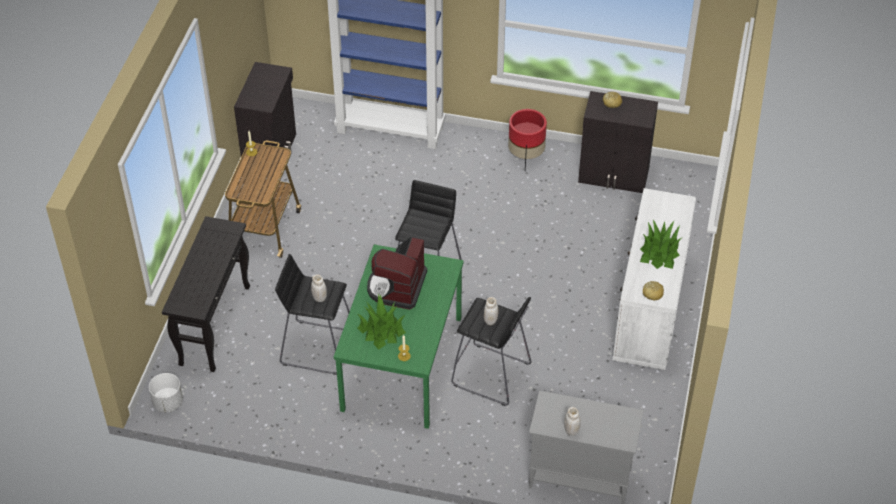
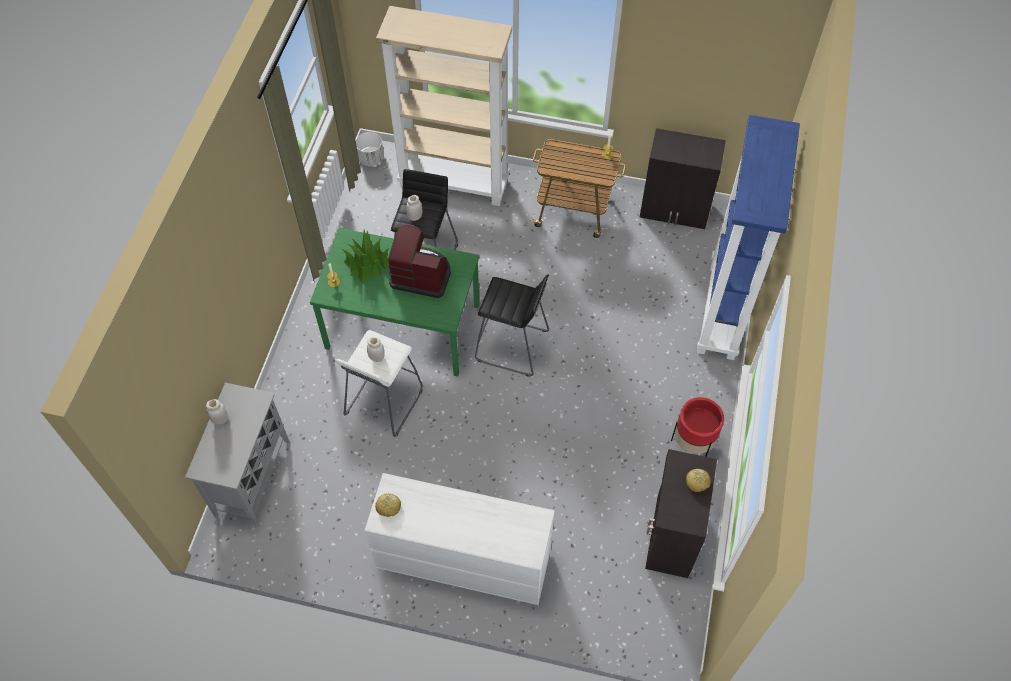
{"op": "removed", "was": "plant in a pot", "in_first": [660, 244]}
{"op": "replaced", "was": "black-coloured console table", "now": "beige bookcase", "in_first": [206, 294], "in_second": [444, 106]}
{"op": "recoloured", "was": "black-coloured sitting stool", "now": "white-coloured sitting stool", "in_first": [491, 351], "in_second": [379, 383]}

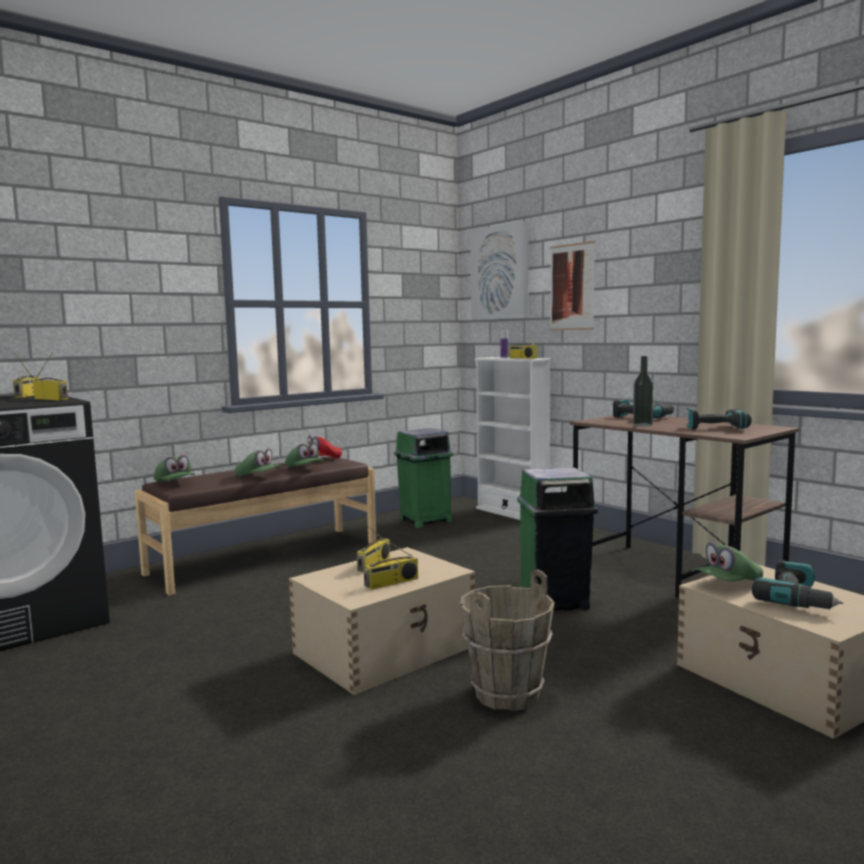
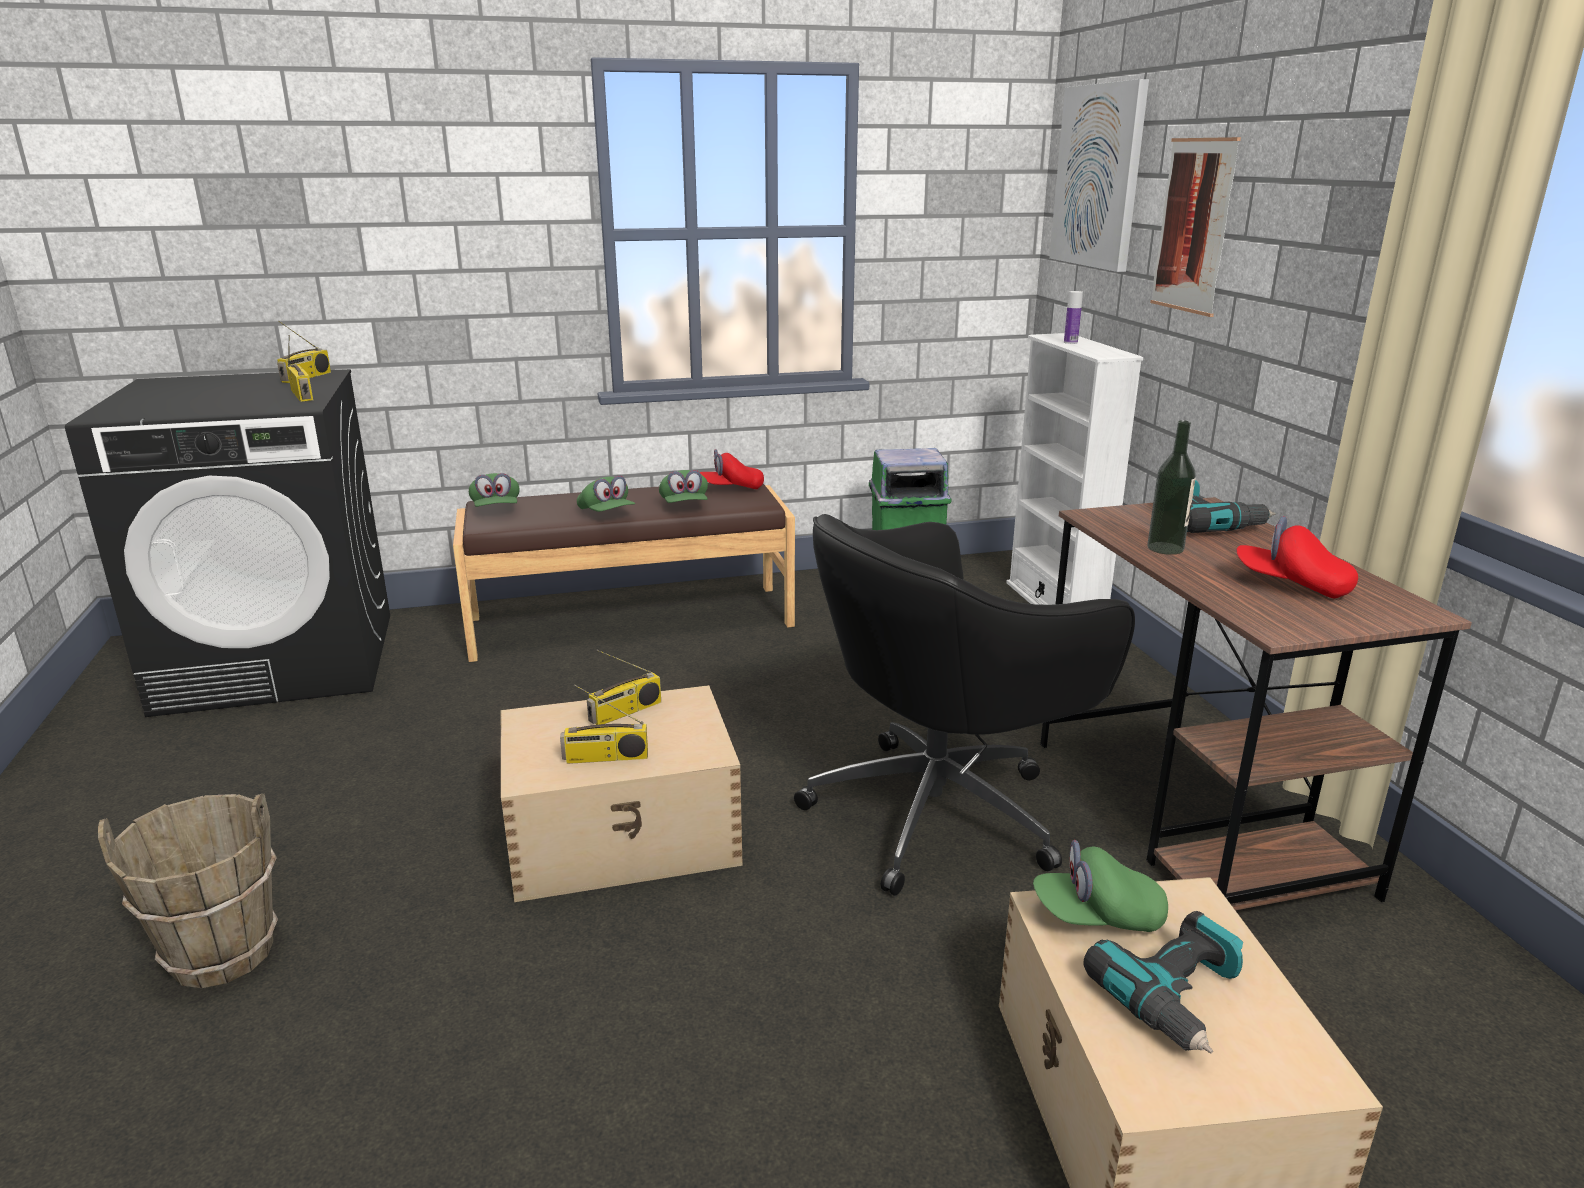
{"op": "removed", "was": "radio set", "in_first": [523, 343]}
{"op": "moved", "was": "brownish pail", "in_first": [507, 640], "in_second": [188, 891]}
{"op": "replaced", "was": "greenish trash can", "now": "black-coloured office chair", "in_first": [557, 539], "in_second": [964, 705]}
{"op": "replaced", "was": "electric drill", "now": "red-coloured baseball cap", "in_first": [719, 418], "in_second": [1297, 557]}

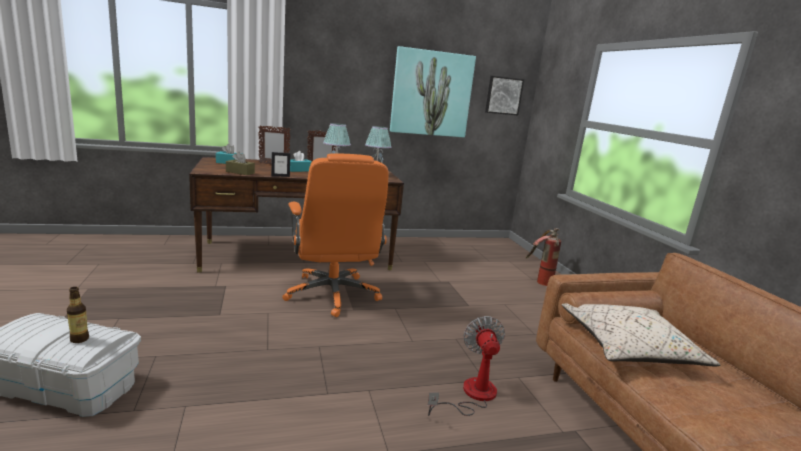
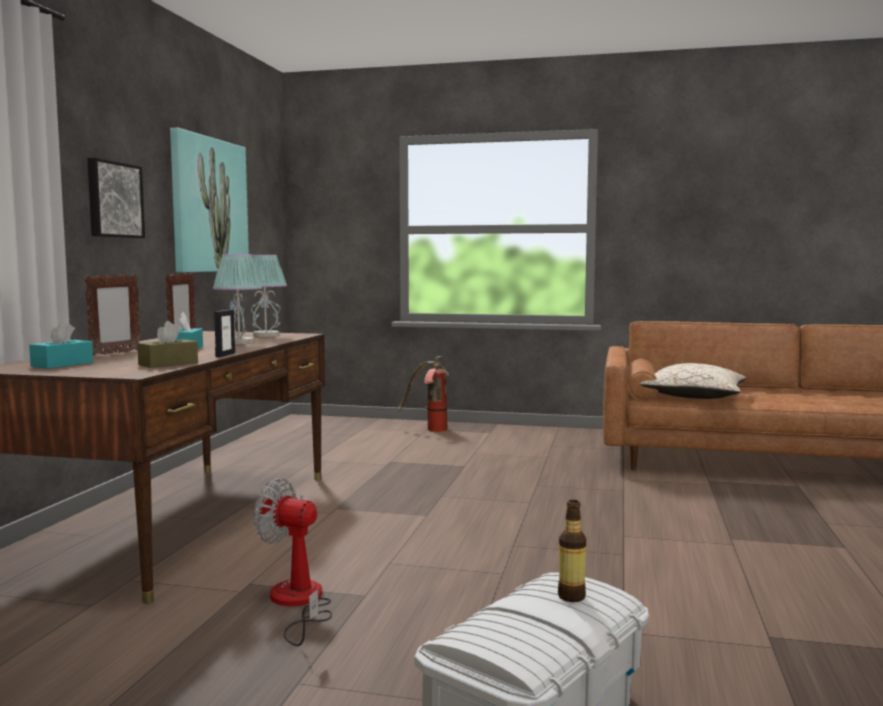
{"op": "removed", "was": "orange-coloured office chair", "in_first": [335, 235]}
{"op": "moved", "was": "fan", "in_first": [466, 366], "in_second": [293, 562]}
{"op": "moved", "was": "wall art", "in_first": [504, 95], "in_second": [116, 198]}

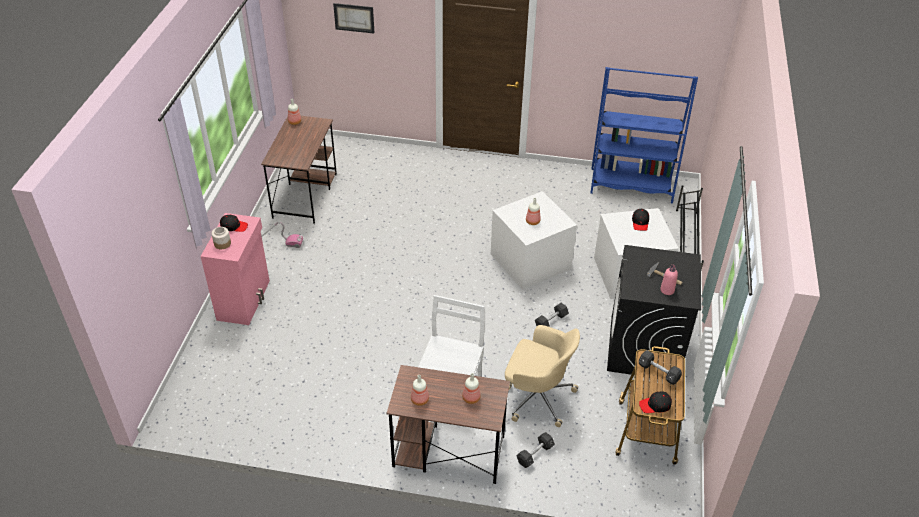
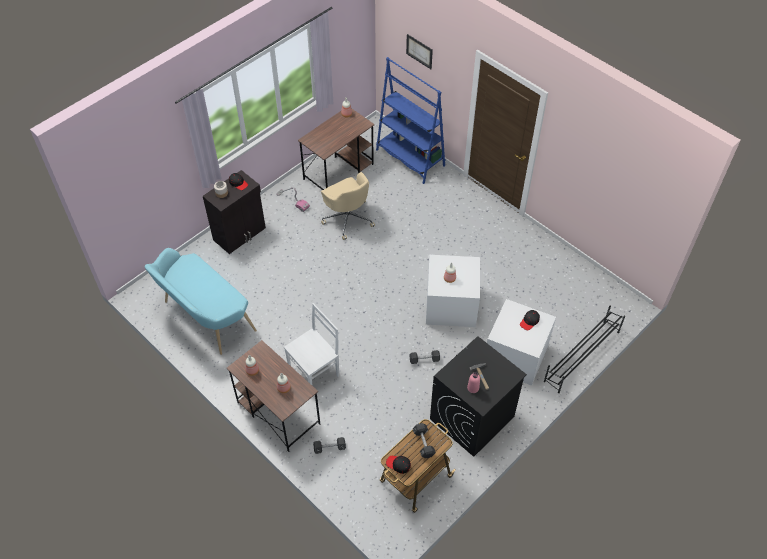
{"op": "added", "now": "turquoise indoor bench", "in_second": [201, 301]}
{"op": "moved", "was": "beige office chair", "in_first": [542, 376], "in_second": [348, 206]}
{"op": "moved", "was": "blue-coloured bookcase", "in_first": [644, 135], "in_second": [410, 120]}
{"op": "recoloured", "was": "pink cabinet", "now": "black-coloured cabinet", "in_first": [235, 269], "in_second": [234, 212]}

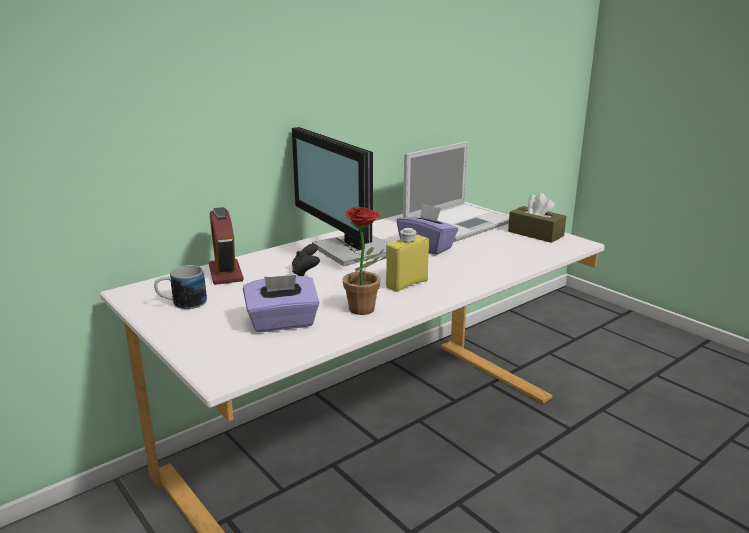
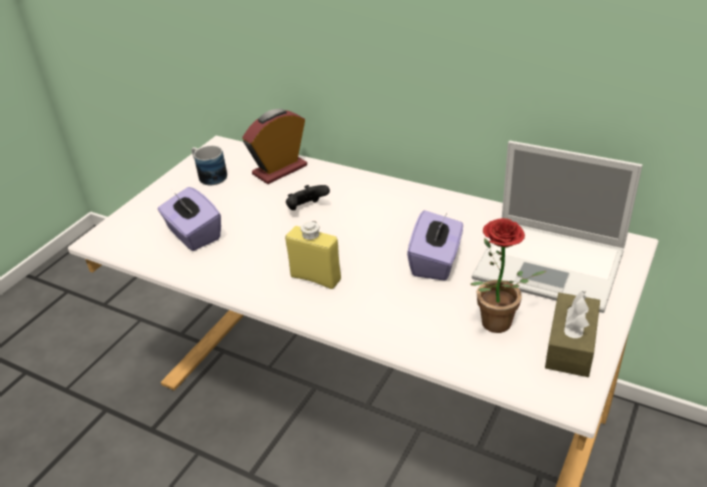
{"op": "removed", "was": "computer display", "in_first": [339, 196]}
{"op": "moved", "was": "plant in a pot", "in_first": [363, 261], "in_second": [508, 275]}

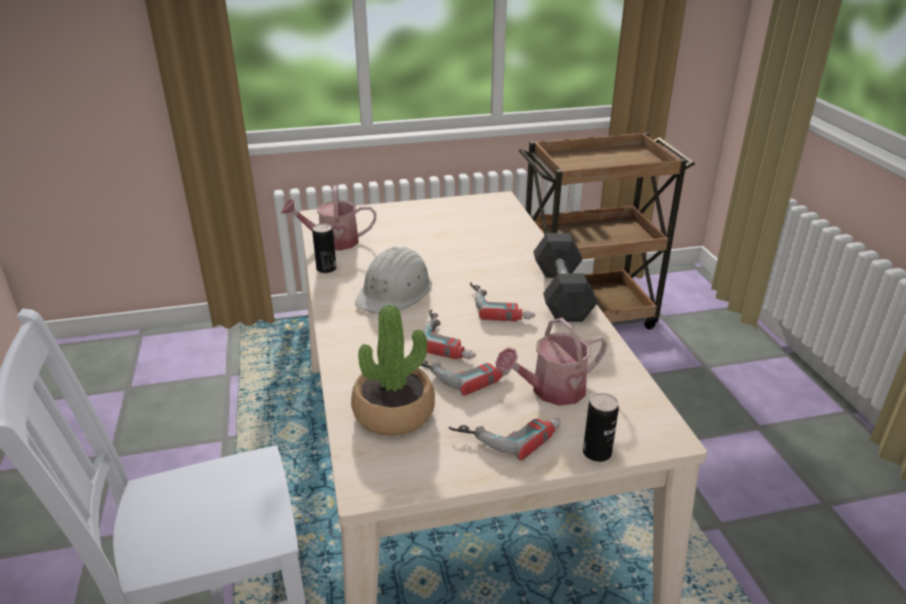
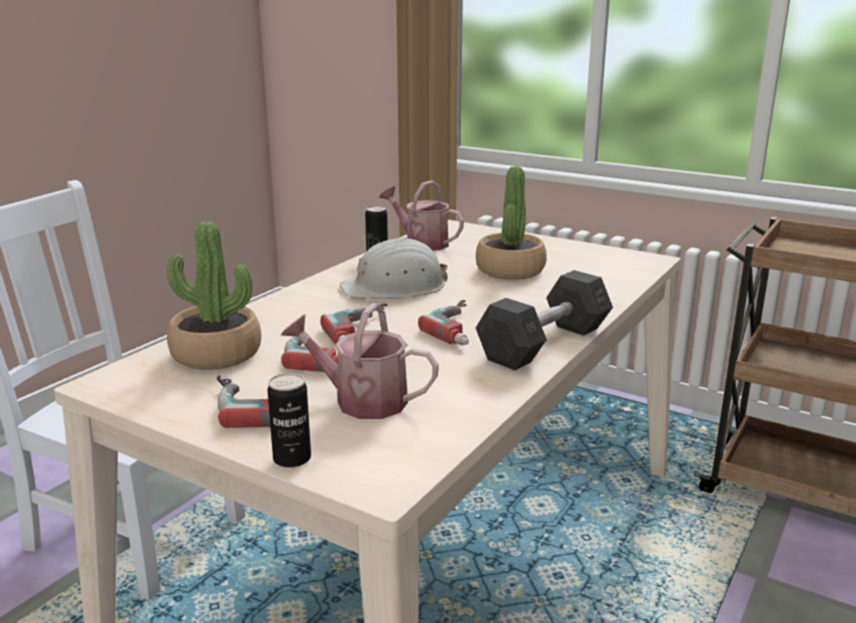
{"op": "added", "now": "plant in a pot", "in_second": [511, 223]}

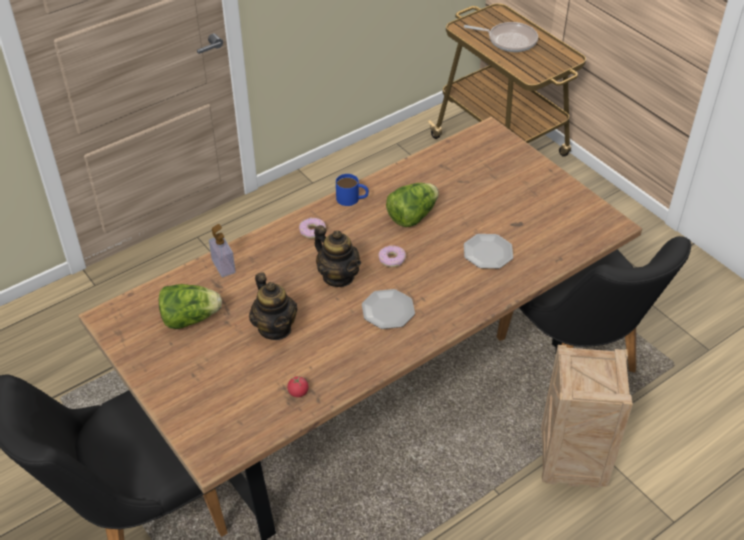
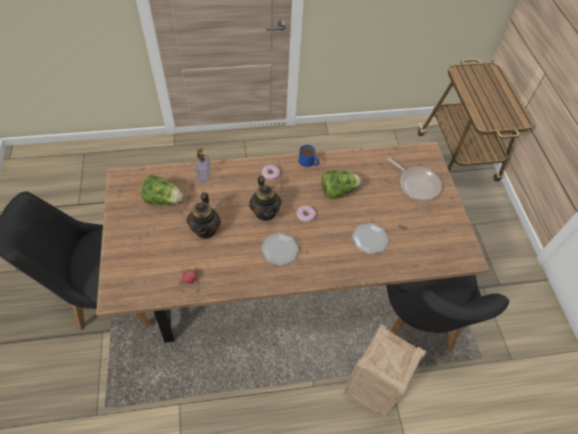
{"op": "moved", "was": "skillet", "in_first": [501, 37], "in_second": [414, 179]}

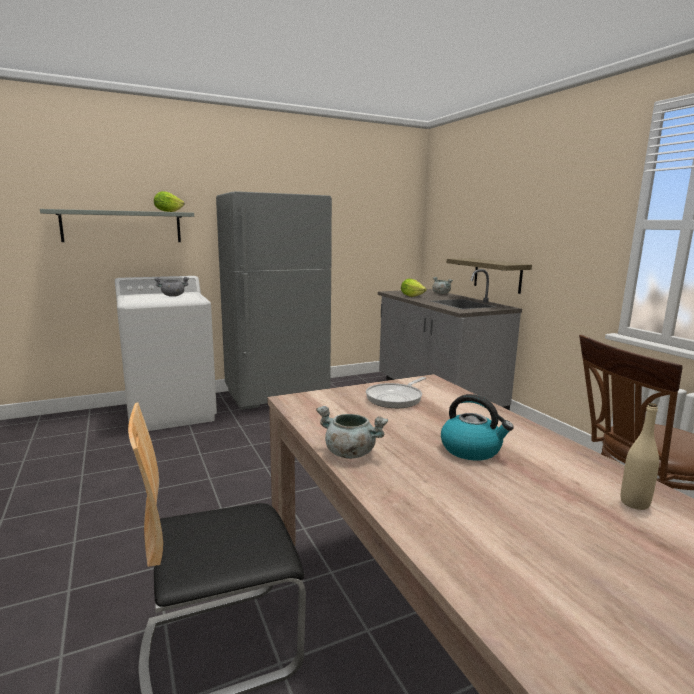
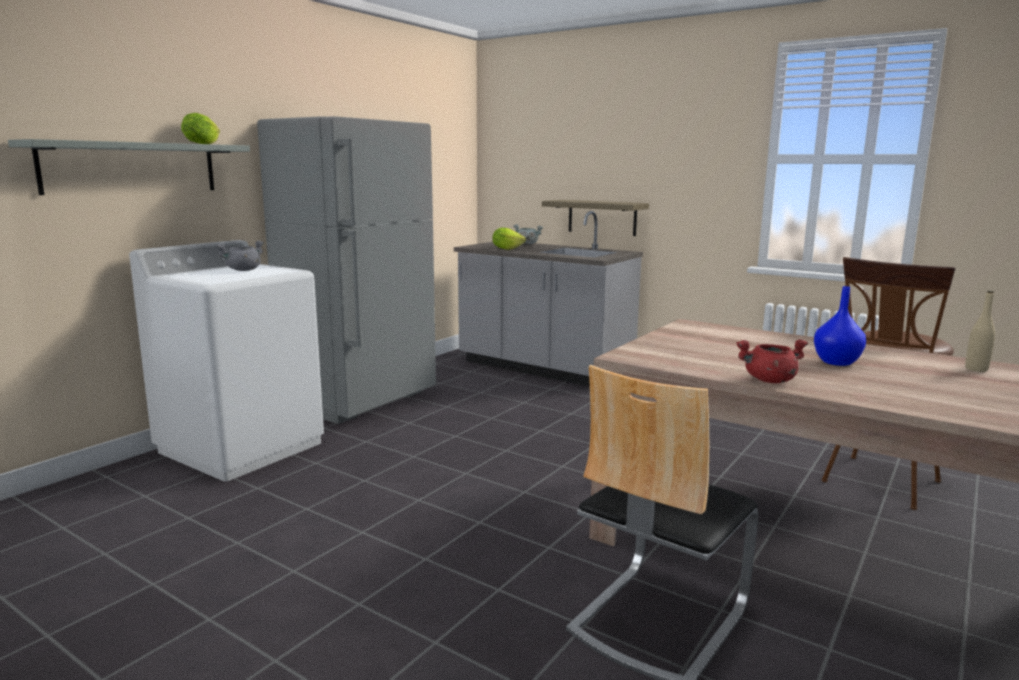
{"op": "removed", "was": "skillet", "in_first": [396, 392]}
{"op": "replaced", "was": "tea kettle", "now": "blue-coloured flower vase", "in_first": [477, 427], "in_second": [840, 326]}
{"op": "recoloured", "was": "grey stockpot", "now": "red-coloured stockpot", "in_first": [352, 432], "in_second": [772, 361]}

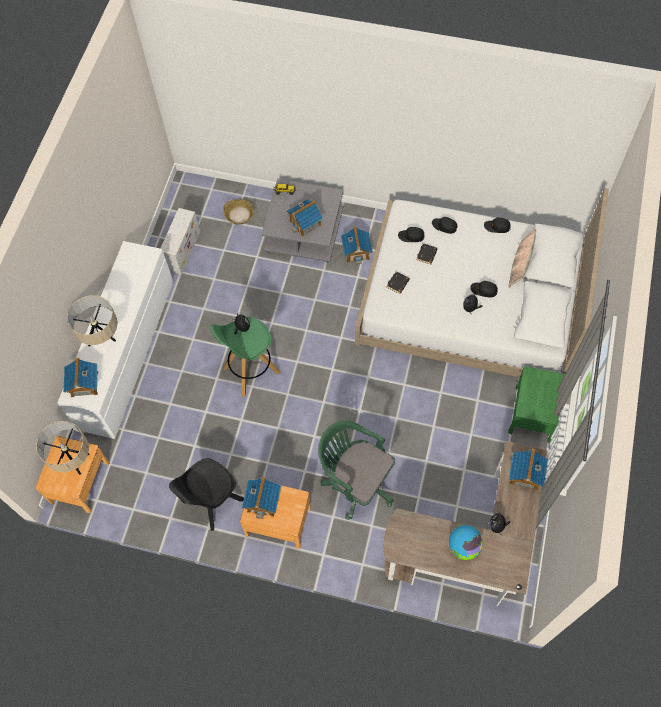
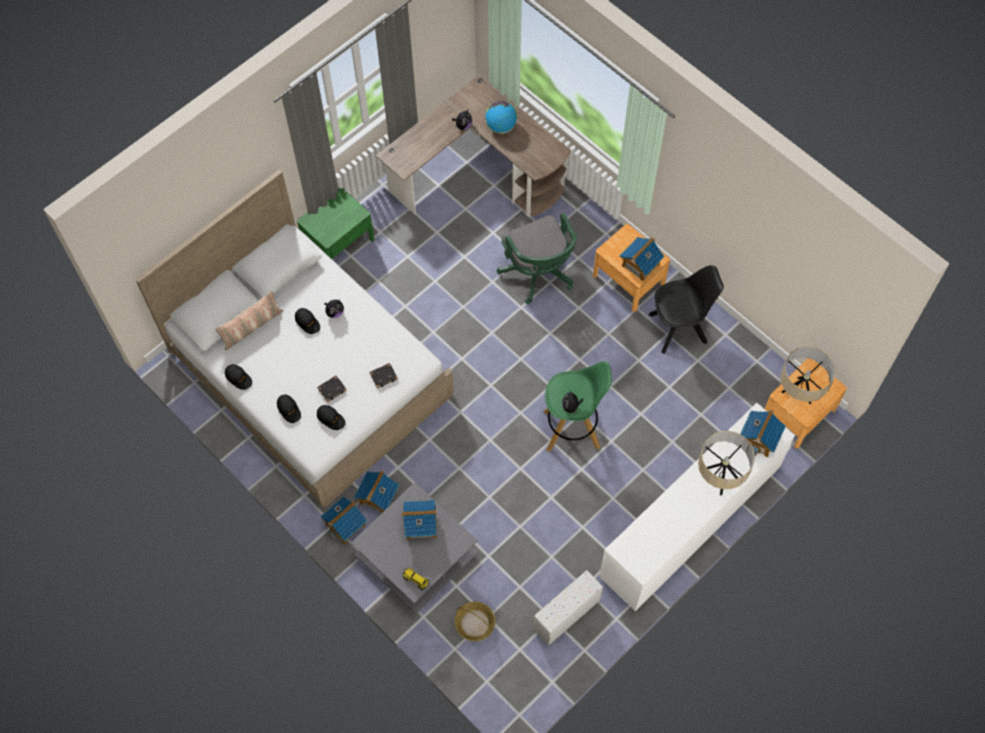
{"op": "moved", "was": "miniature house", "in_first": [528, 469], "in_second": [343, 520]}

